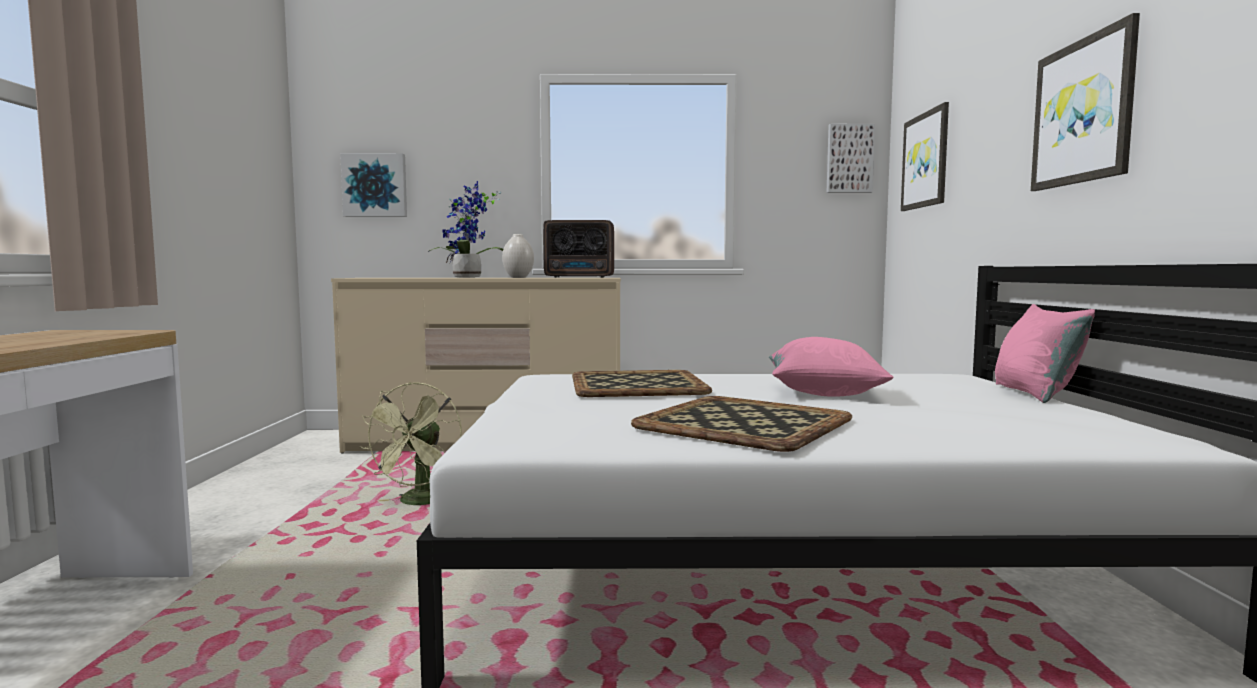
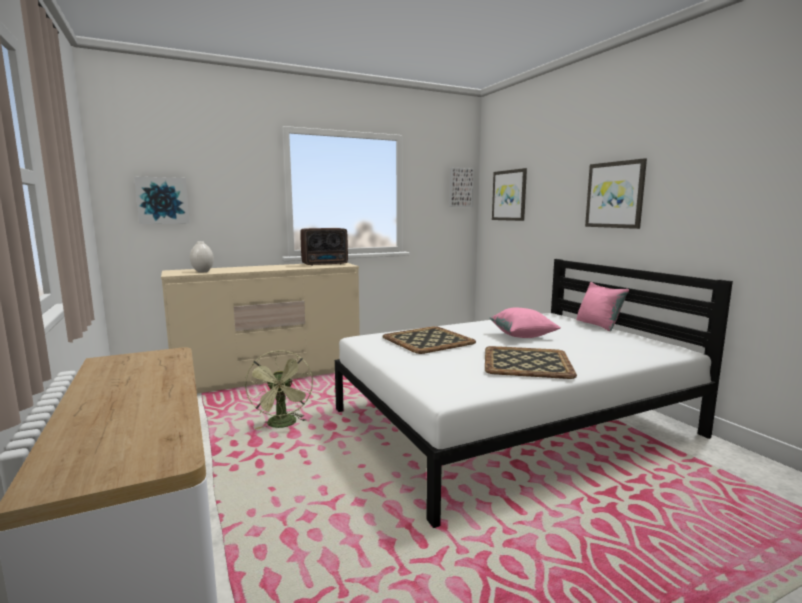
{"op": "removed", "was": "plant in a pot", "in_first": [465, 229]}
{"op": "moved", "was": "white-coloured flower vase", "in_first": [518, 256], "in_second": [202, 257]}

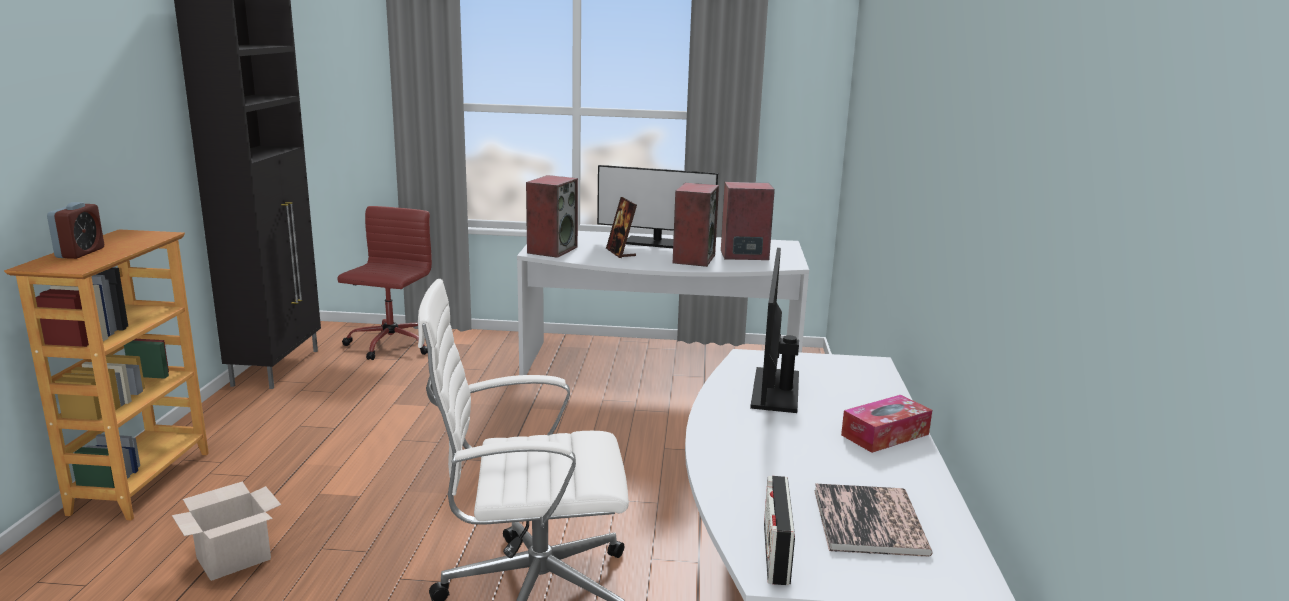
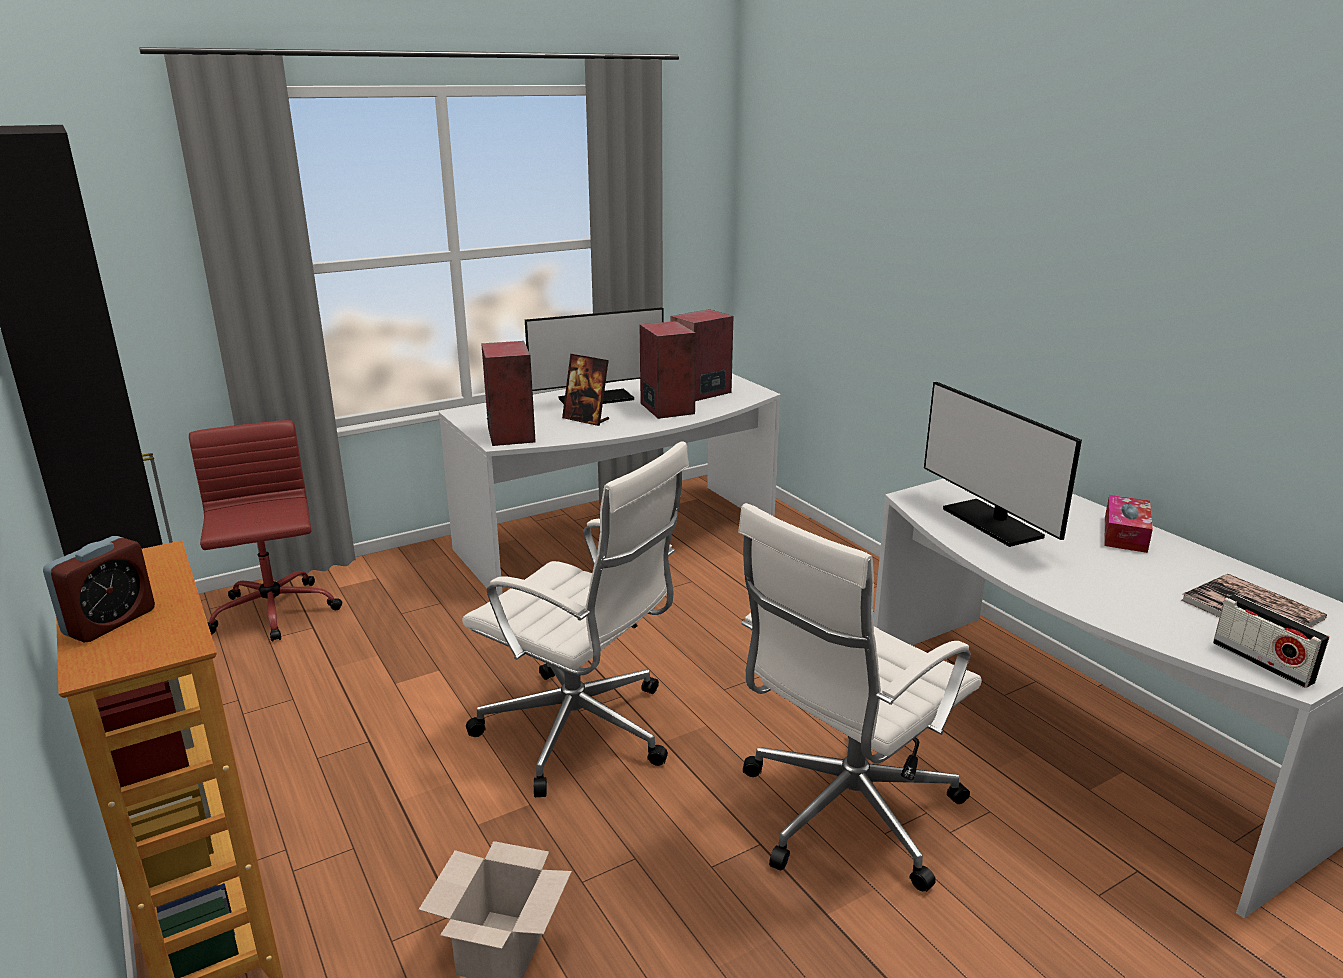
{"op": "added", "now": "white-coloured office chair", "in_second": [575, 619]}
{"op": "turned", "was": "table clock", "in_first": [75, 230], "in_second": [99, 589], "clockwise": 60}

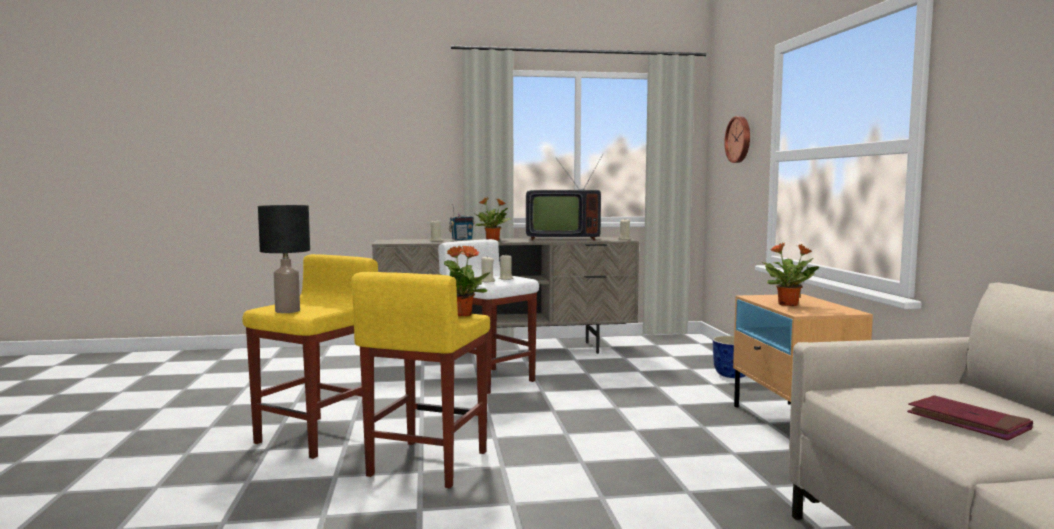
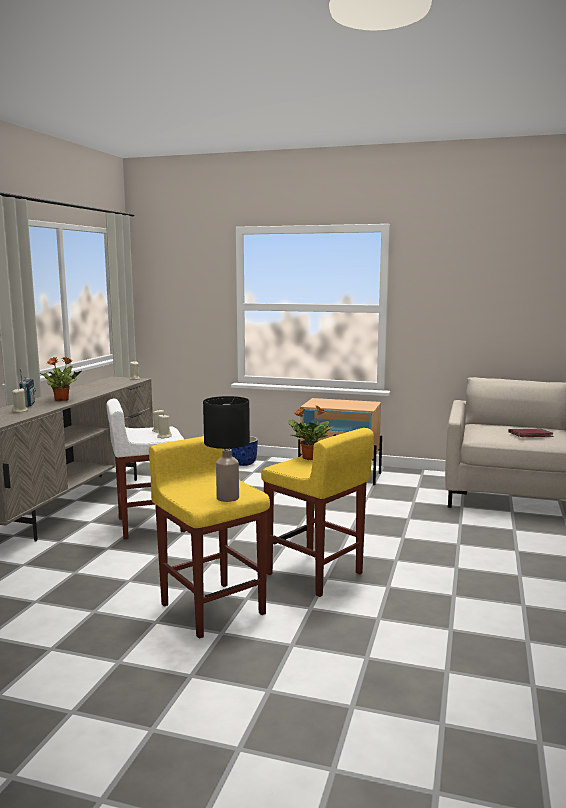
{"op": "removed", "was": "television", "in_first": [564, 197]}
{"op": "removed", "was": "clock on the wall", "in_first": [737, 139]}
{"op": "removed", "was": "plant in a pot", "in_first": [790, 274]}

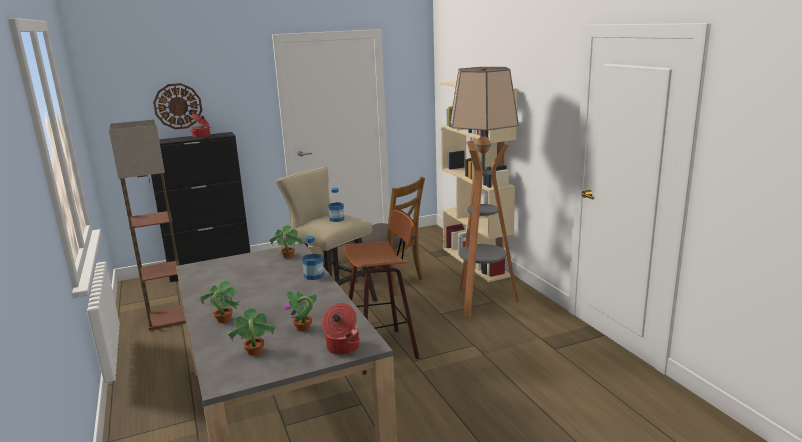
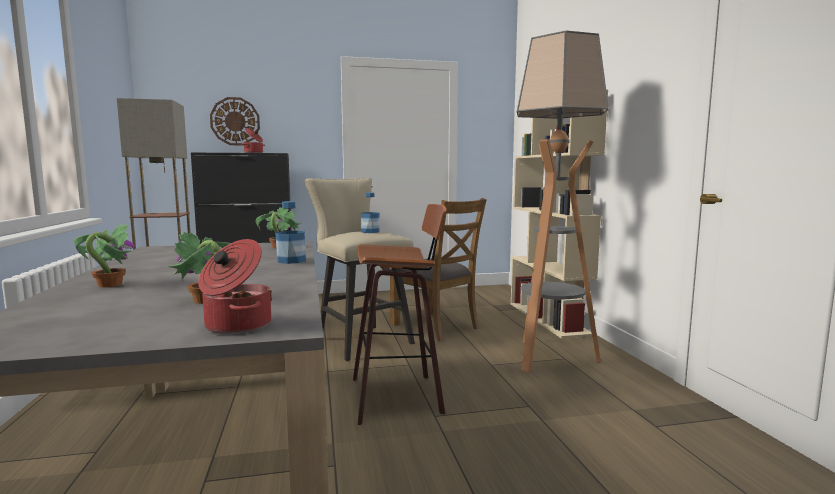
{"op": "removed", "was": "plant in a pot", "in_first": [251, 331]}

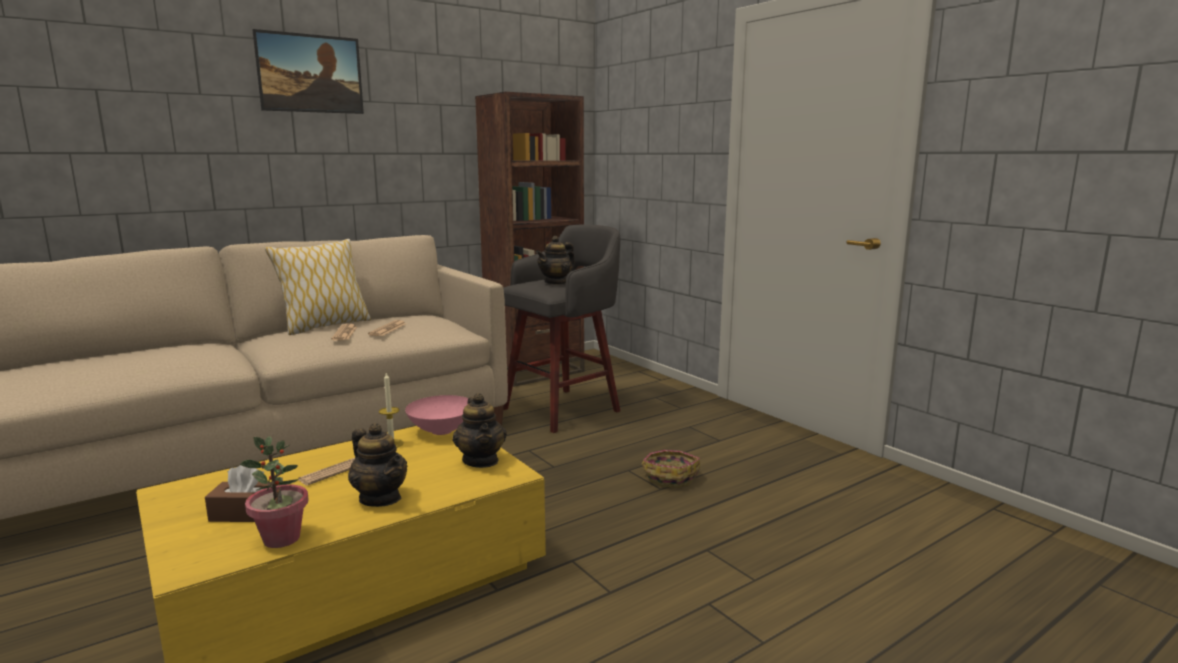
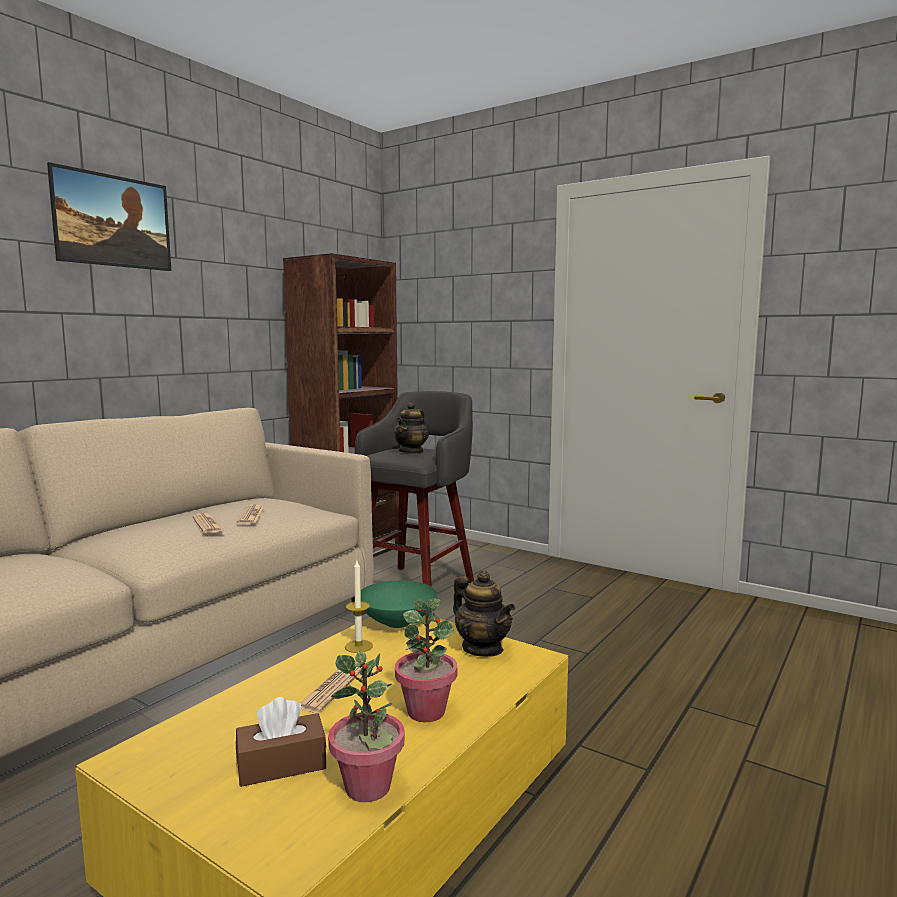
{"op": "removed", "was": "cushion", "in_first": [318, 287]}
{"op": "removed", "was": "basket", "in_first": [670, 469]}
{"op": "replaced", "was": "tea pot", "now": "plant in a pot", "in_first": [377, 465], "in_second": [426, 660]}
{"op": "recoloured", "was": "pink bowl", "now": "greenish bowl", "in_first": [437, 415], "in_second": [399, 604]}

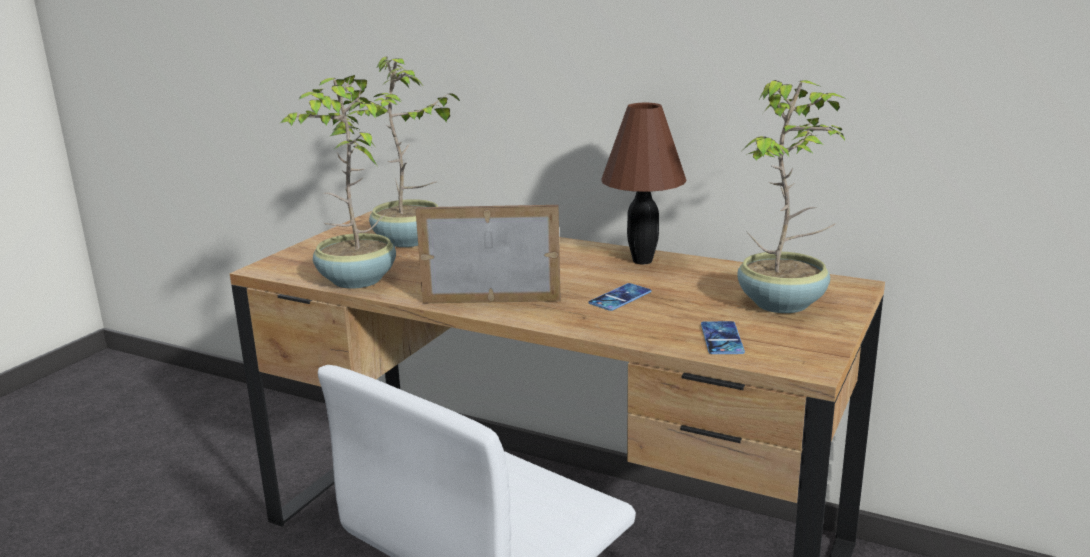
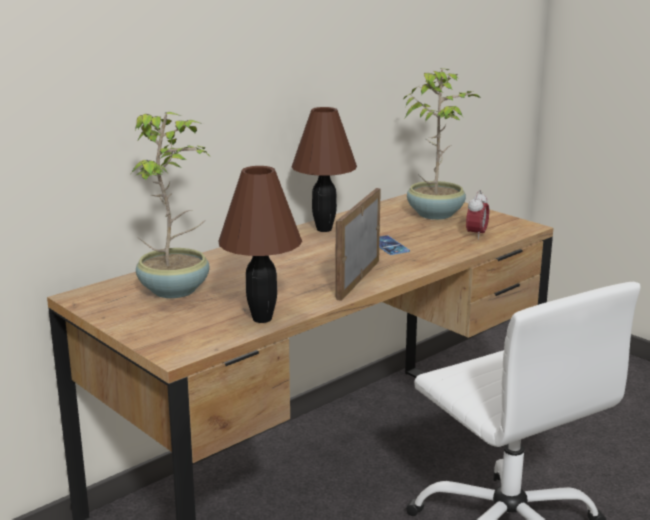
{"op": "replaced", "was": "plant in a pot", "now": "brownish tabletop lamp", "in_first": [338, 182], "in_second": [260, 244]}
{"op": "replaced", "was": "phone", "now": "table clock", "in_first": [723, 337], "in_second": [477, 215]}

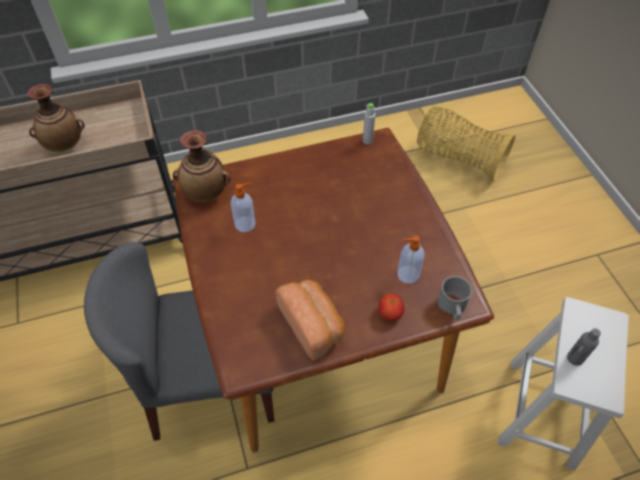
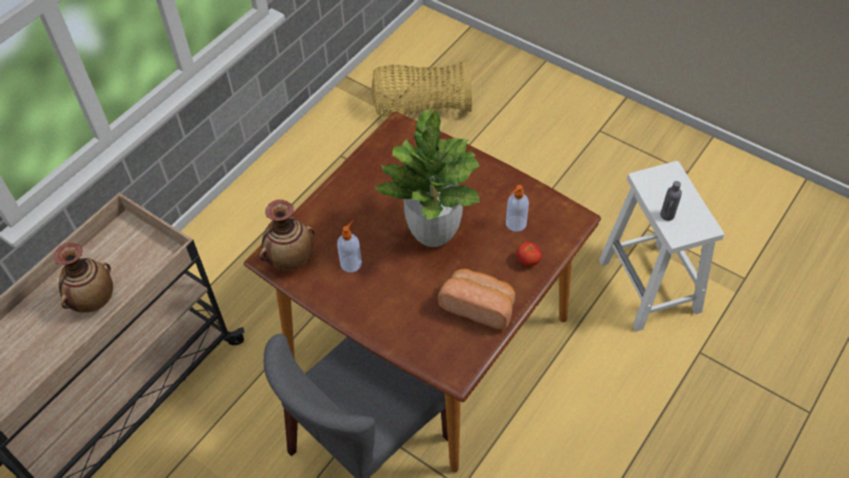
{"op": "removed", "was": "grey bottle", "in_first": [369, 123]}
{"op": "removed", "was": "grey tea mug", "in_first": [455, 298]}
{"op": "added", "now": "plant in a pot", "in_second": [427, 177]}

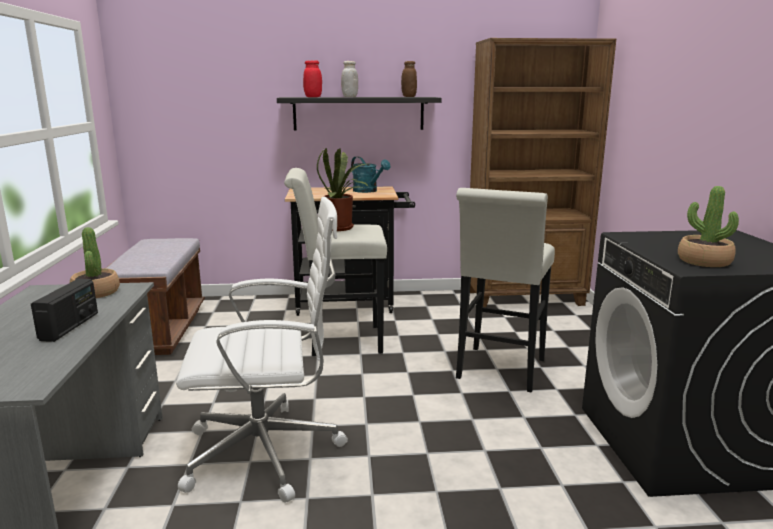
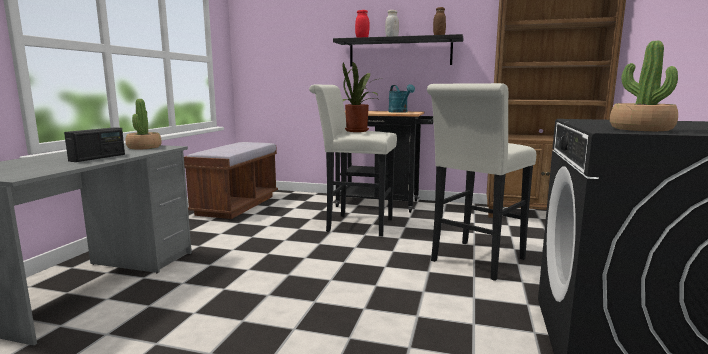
{"op": "removed", "was": "white-coloured office chair", "in_first": [262, 349]}

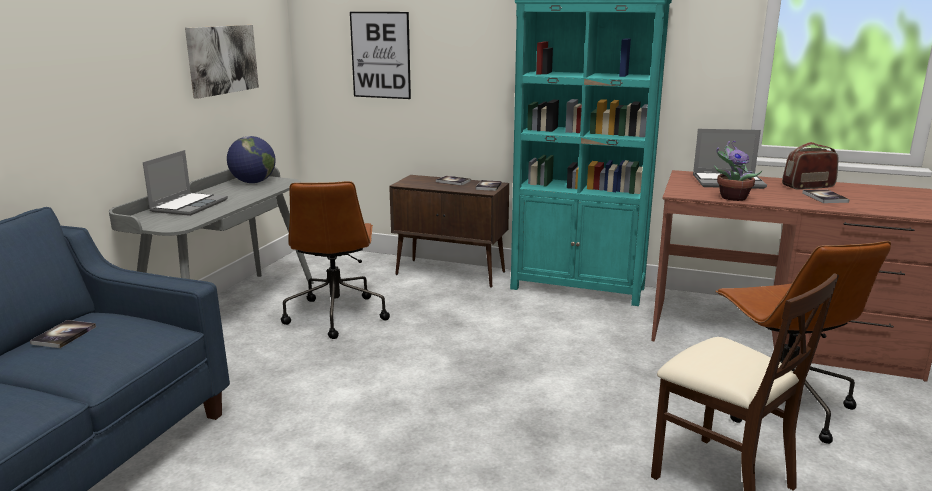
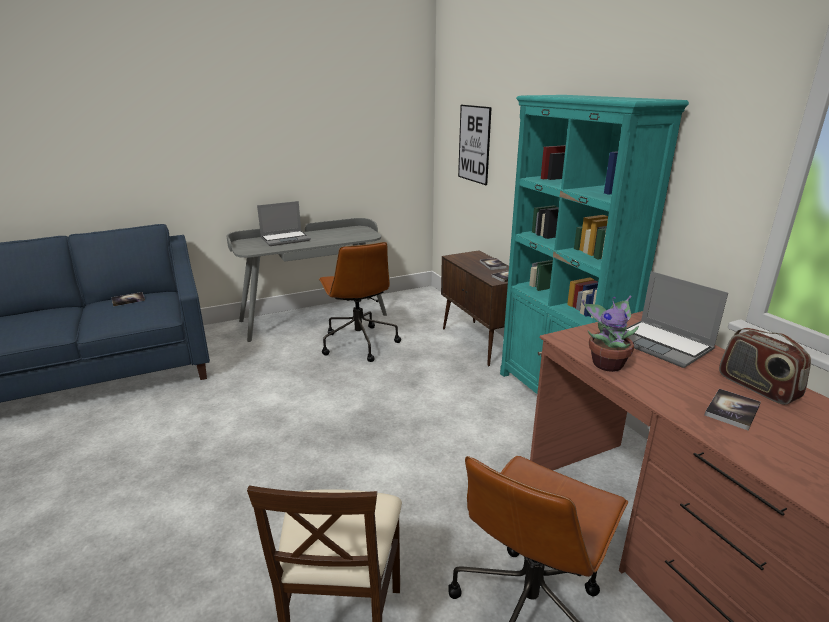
{"op": "removed", "was": "wall art", "in_first": [222, 62]}
{"op": "removed", "was": "desk globe", "in_first": [251, 159]}
{"op": "turned", "was": "brownish office chair", "in_first": [335, 260], "in_second": [360, 302], "clockwise": -60}
{"op": "turned", "was": "radio set", "in_first": [810, 166], "in_second": [765, 366], "clockwise": -150}

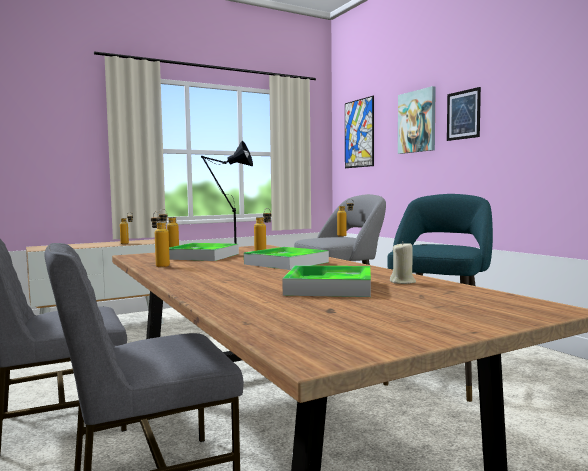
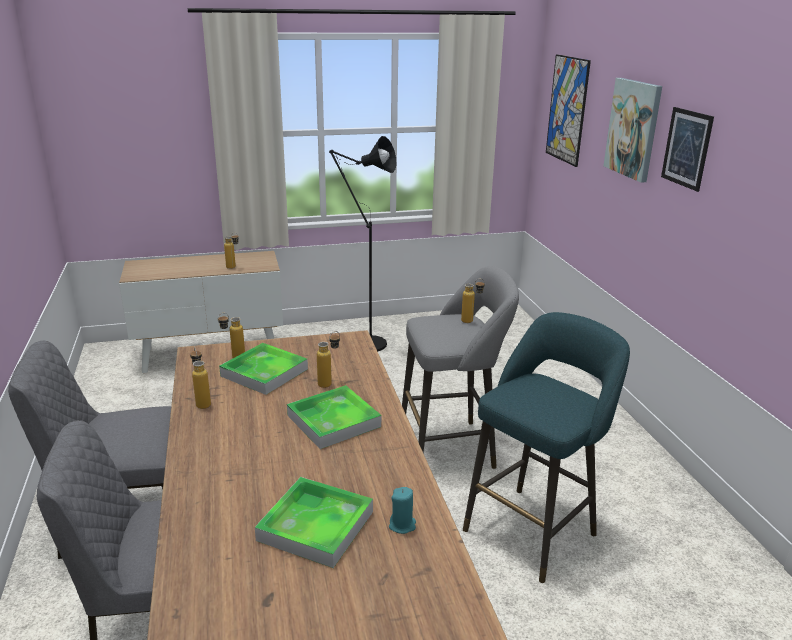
{"op": "recoloured", "was": "beige wax light", "now": "turquoise wax light", "in_first": [403, 262], "in_second": [402, 510]}

